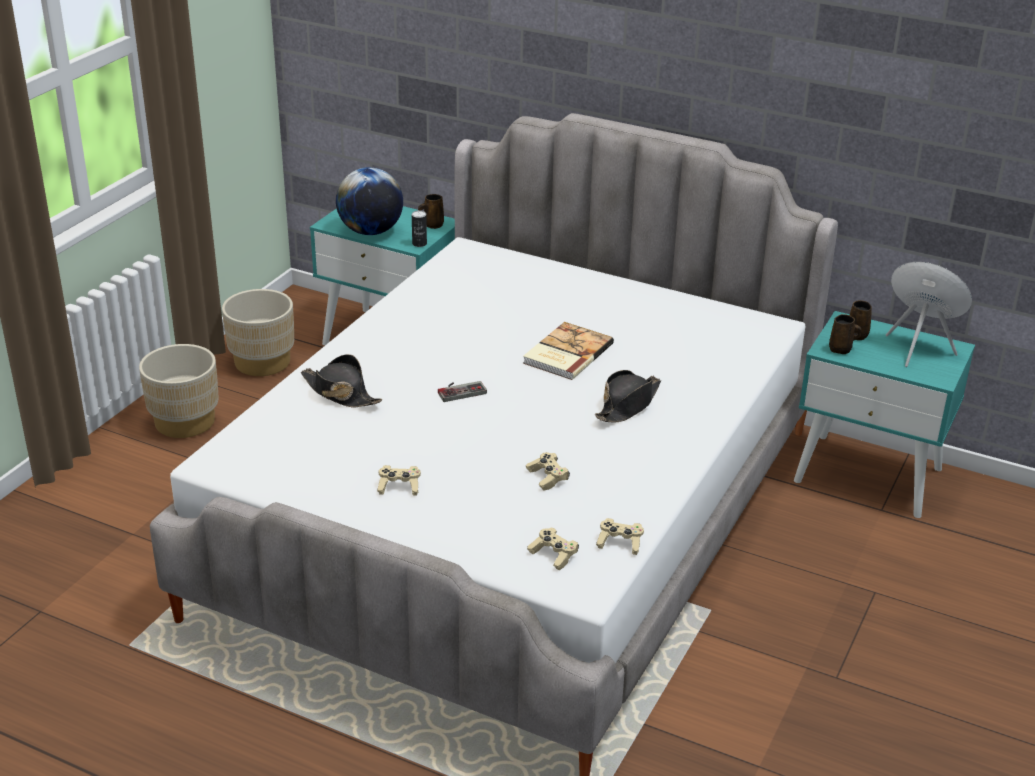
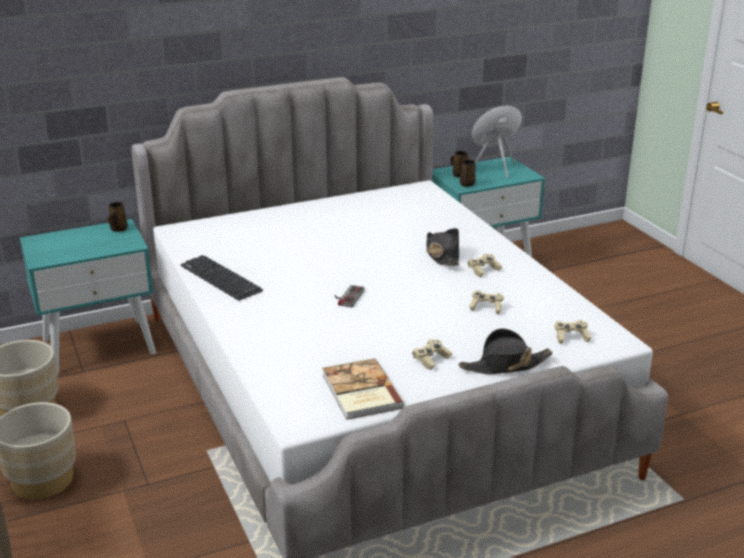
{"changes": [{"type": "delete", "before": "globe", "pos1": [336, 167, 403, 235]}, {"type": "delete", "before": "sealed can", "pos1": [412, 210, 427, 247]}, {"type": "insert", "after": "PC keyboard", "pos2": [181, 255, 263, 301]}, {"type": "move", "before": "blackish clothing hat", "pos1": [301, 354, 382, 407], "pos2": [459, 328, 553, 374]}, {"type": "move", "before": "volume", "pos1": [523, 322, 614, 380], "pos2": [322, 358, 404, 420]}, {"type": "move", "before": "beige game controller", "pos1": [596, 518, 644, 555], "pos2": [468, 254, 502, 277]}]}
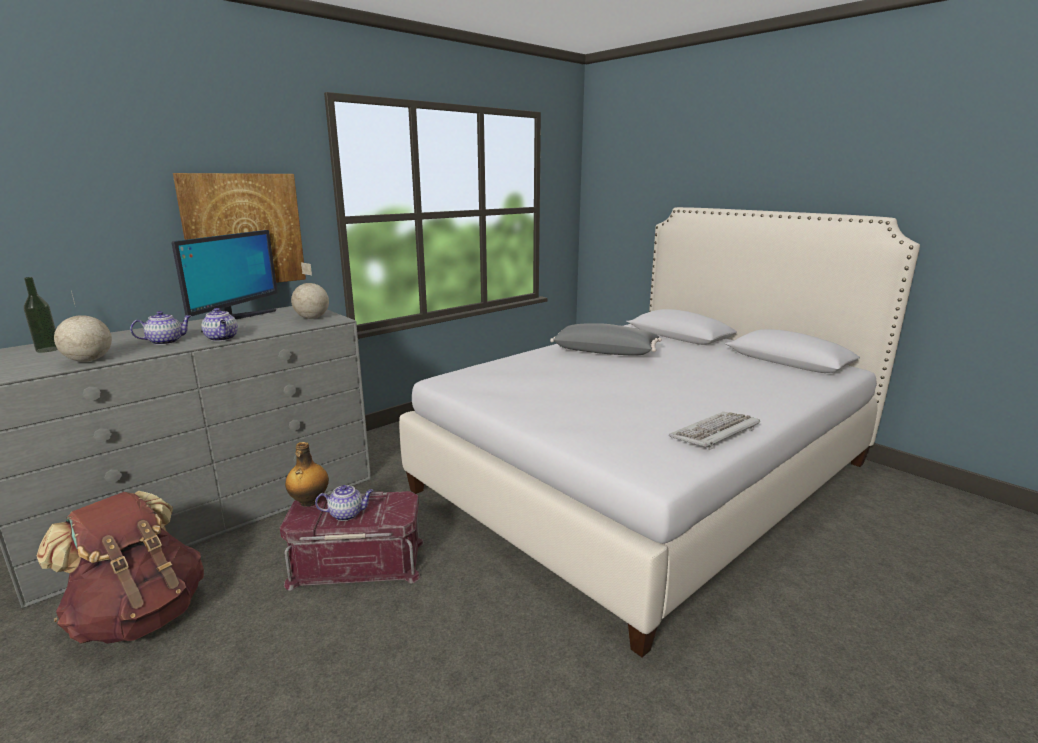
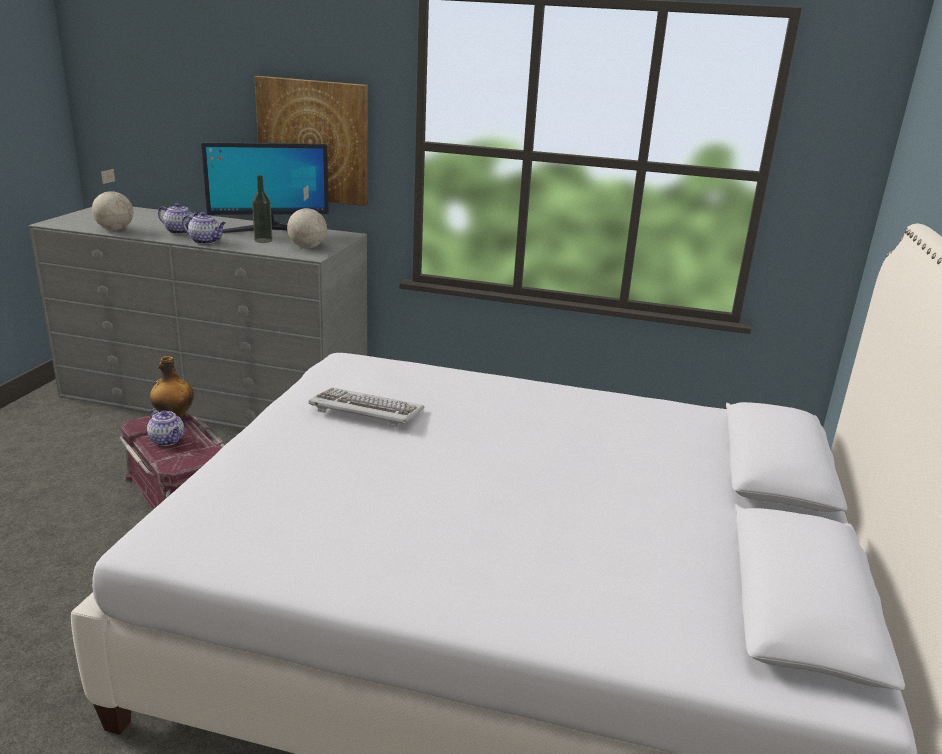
{"changes": [{"type": "delete", "before": "brown-coloured rucksack", "pos1": [36, 491, 204, 644]}, {"type": "delete", "before": "gray pillow", "pos1": [550, 323, 662, 355]}, {"type": "move", "before": "drink bottle", "pos1": [24, 277, 58, 353], "pos2": [252, 175, 273, 243]}, {"type": "move", "before": "PC keyboard", "pos1": [669, 412, 760, 450], "pos2": [308, 387, 425, 427]}, {"type": "rotate", "before": "tea pot", "pos1": [202, 308, 238, 341], "pos2": [182, 212, 226, 244], "turn": -90}]}
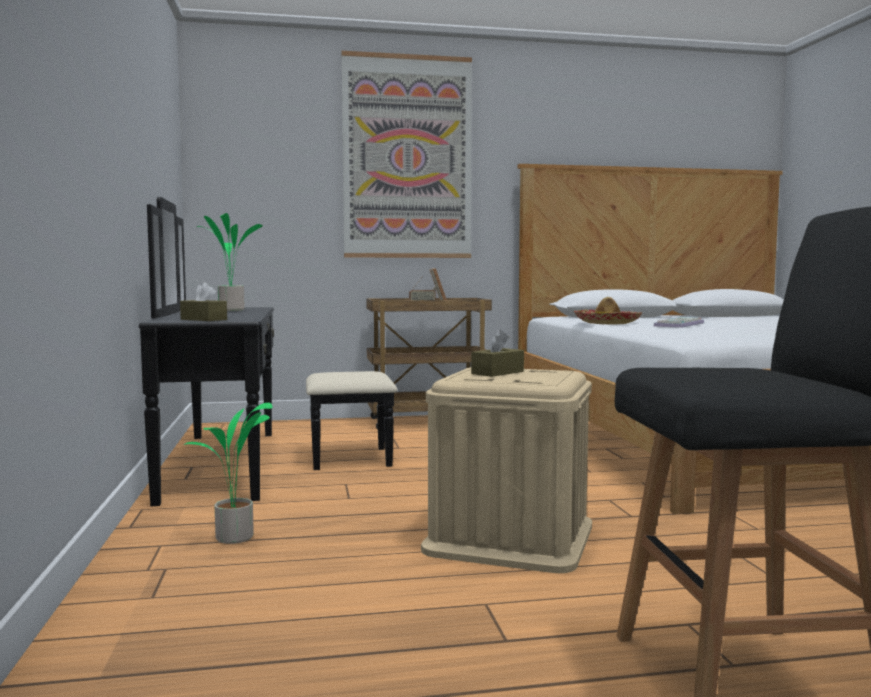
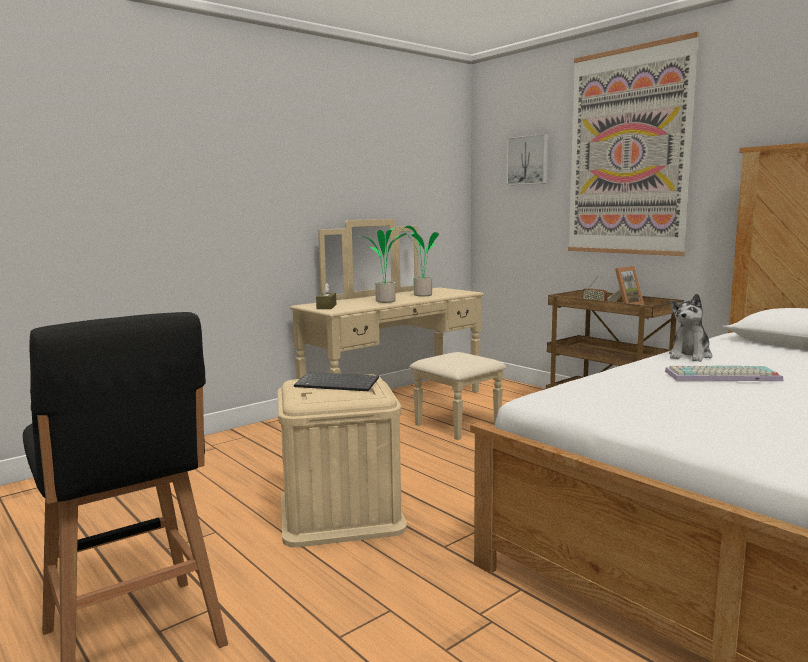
{"changes": [{"type": "insert", "after": "wall art", "pos2": [506, 133, 548, 185]}, {"type": "move", "before": "houseplant", "pos1": [183, 403, 273, 544], "pos2": [359, 227, 406, 303]}, {"type": "replace", "before": "brown-coloured tissue holder", "after": "PC keyboard", "pos1": [471, 330, 524, 377], "pos2": [294, 372, 379, 391]}, {"type": "replace", "before": "clothing hat", "after": "plush toy", "pos1": [574, 297, 643, 325], "pos2": [669, 294, 712, 362]}, {"type": "recolor", "before": "blackish dresser", "after": "beige dresser", "pos1": [139, 197, 397, 506], "pos2": [290, 219, 506, 440]}]}
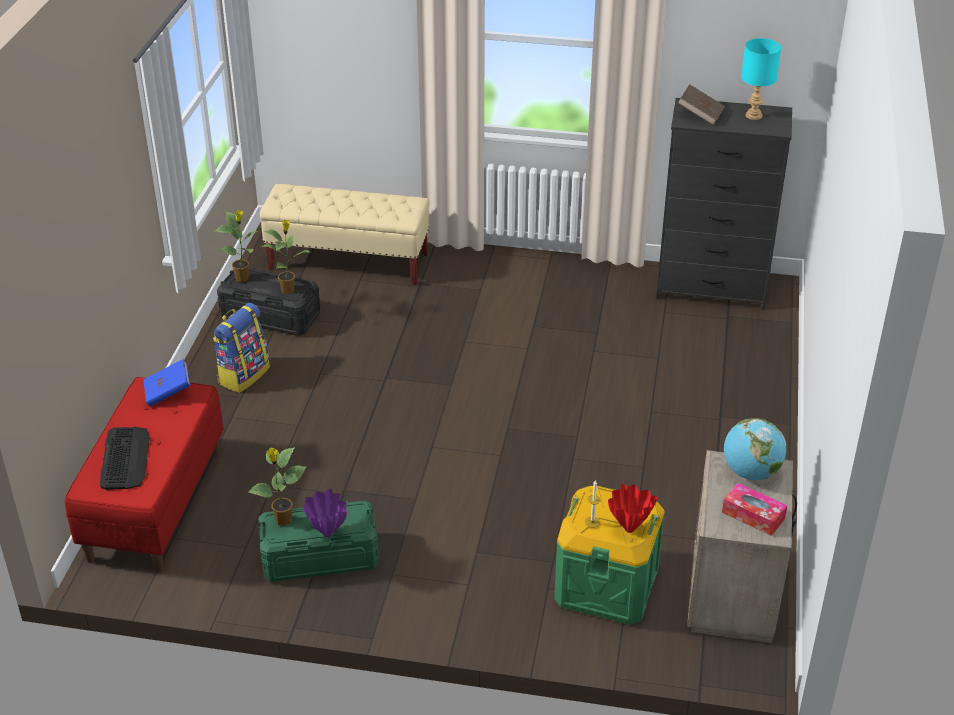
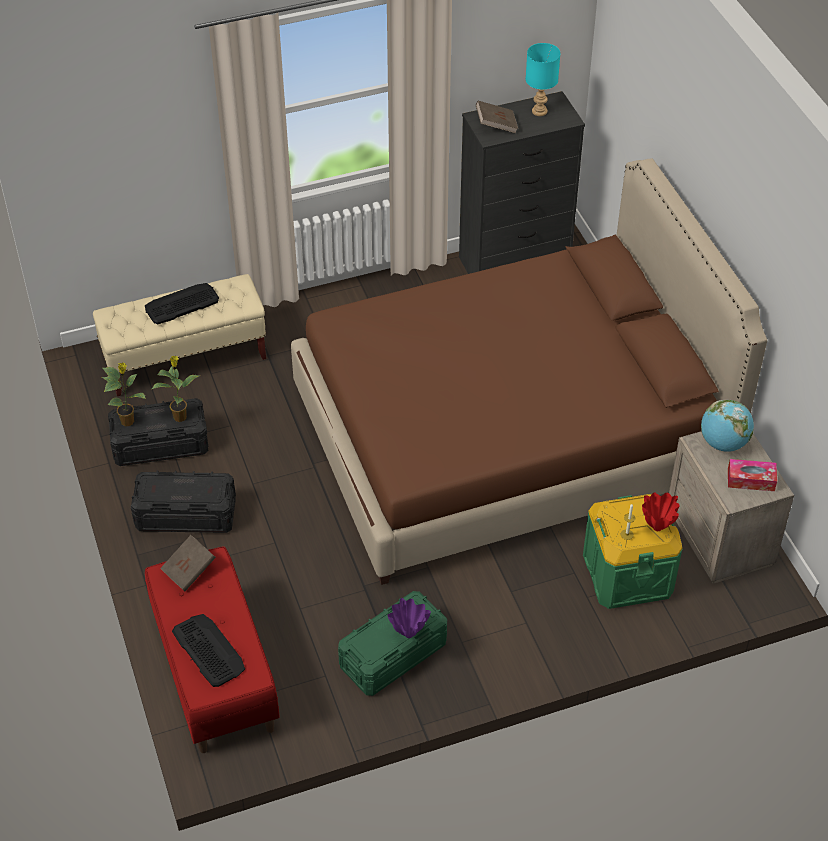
{"changes": [{"type": "delete", "before": "houseplant", "pos1": [248, 447, 306, 526]}, {"type": "insert", "after": "PC keyboard", "pos2": [145, 283, 219, 325]}, {"type": "insert", "after": "brown-coloured sleeping bed", "pos2": [291, 158, 767, 585]}, {"type": "replace", "before": "rucksack", "after": "blackish storage container", "pos1": [213, 303, 270, 393], "pos2": [131, 471, 236, 533]}, {"type": "recolor", "before": "bluish volume", "after": "brown-coloured volume", "pos1": [144, 359, 191, 406], "pos2": [160, 535, 216, 591]}]}
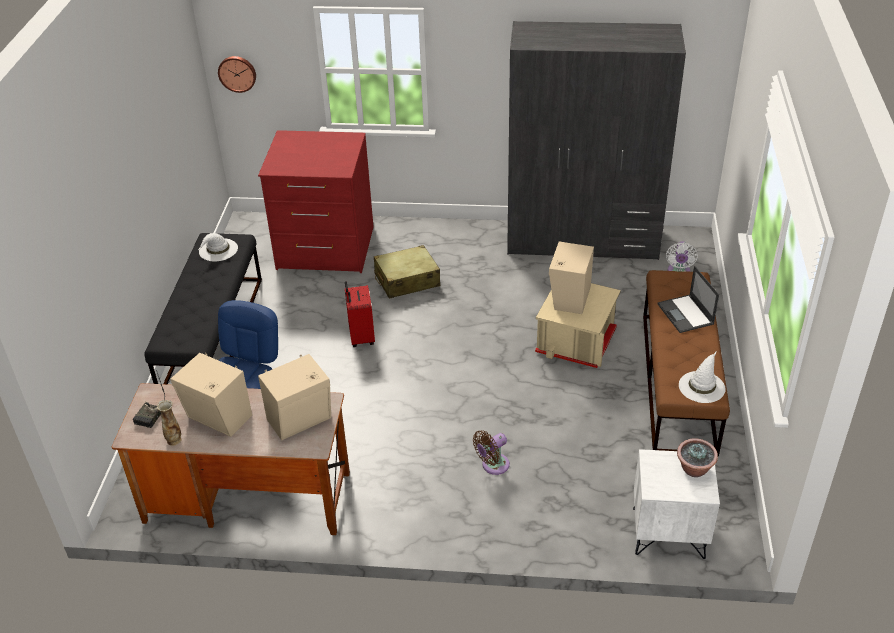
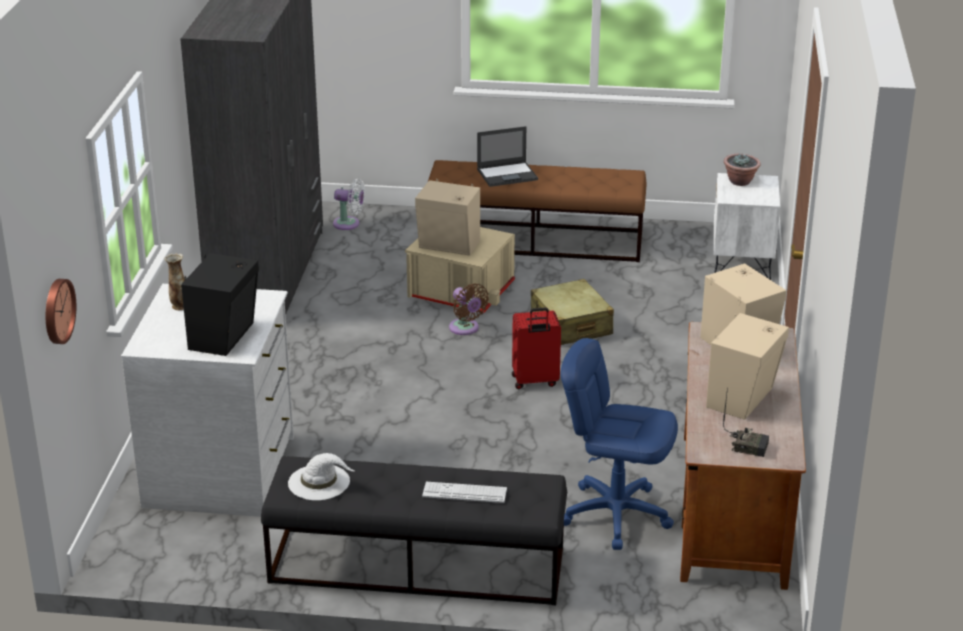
{"changes": [{"type": "delete", "before": "white clothing hat", "pos1": [679, 352, 726, 403]}, {"type": "insert", "after": "blackish speaker", "pos2": [181, 253, 259, 356]}, {"type": "insert", "after": "PC keyboard", "pos2": [422, 482, 507, 503]}, {"type": "move", "before": "vase", "pos1": [157, 400, 181, 446], "pos2": [164, 253, 185, 310]}, {"type": "move", "before": "reddish piece of luggage", "pos1": [345, 281, 375, 347], "pos2": [512, 308, 561, 389]}, {"type": "move", "before": "beige piece of luggage", "pos1": [374, 245, 440, 299], "pos2": [531, 279, 614, 345]}, {"type": "move", "before": "brown-coloured cooling fan", "pos1": [473, 430, 510, 475], "pos2": [449, 283, 489, 335]}, {"type": "recolor", "before": "reddish dresser", "after": "white dresser", "pos1": [258, 130, 374, 273], "pos2": [121, 284, 294, 517]}]}
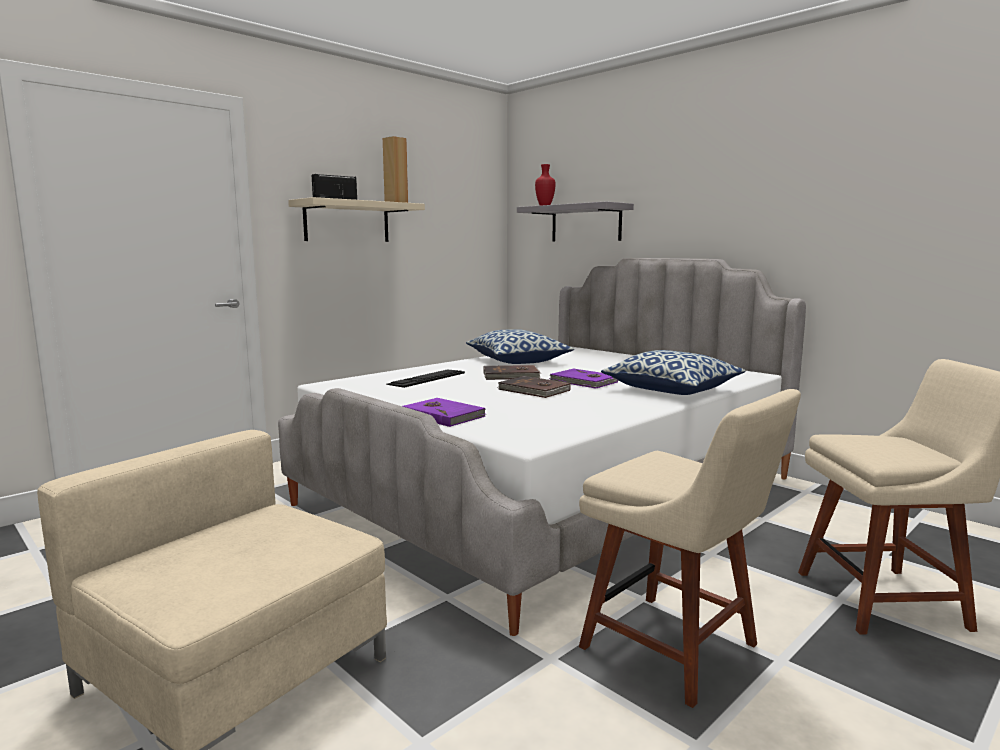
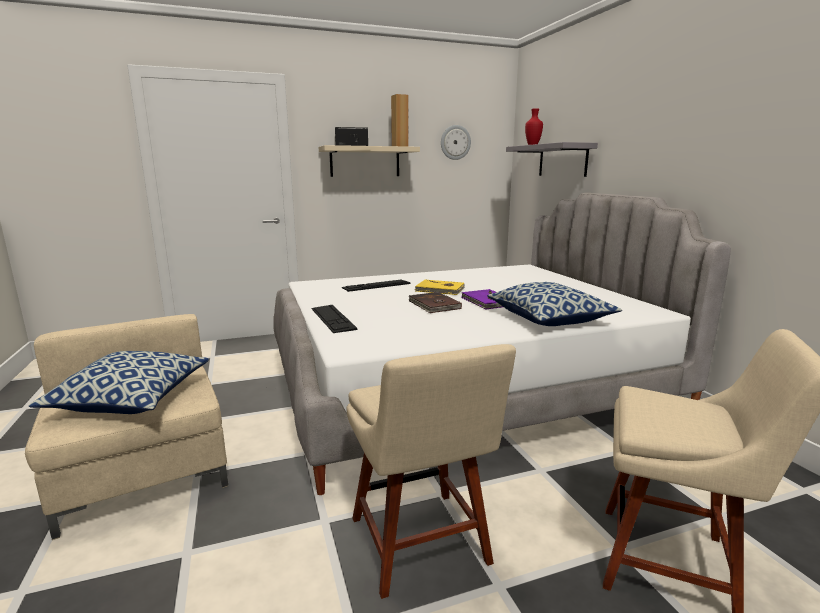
{"changes": [{"type": "insert", "after": "clock on the wall", "pos2": [441, 125, 471, 160]}, {"type": "move", "before": "pillow", "pos1": [466, 329, 574, 364], "pos2": [29, 351, 209, 414]}, {"type": "replace", "before": "purple volume", "after": "PC keyboard", "pos1": [402, 398, 486, 427], "pos2": [311, 305, 357, 333]}, {"type": "recolor", "before": "brown-coloured volume", "after": "yellow volume", "pos1": [483, 365, 541, 380], "pos2": [415, 280, 465, 295]}]}
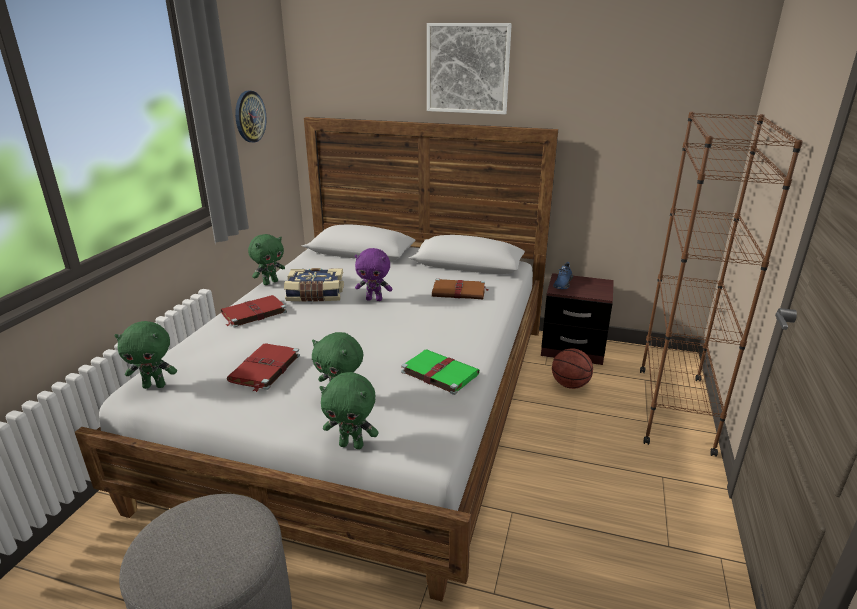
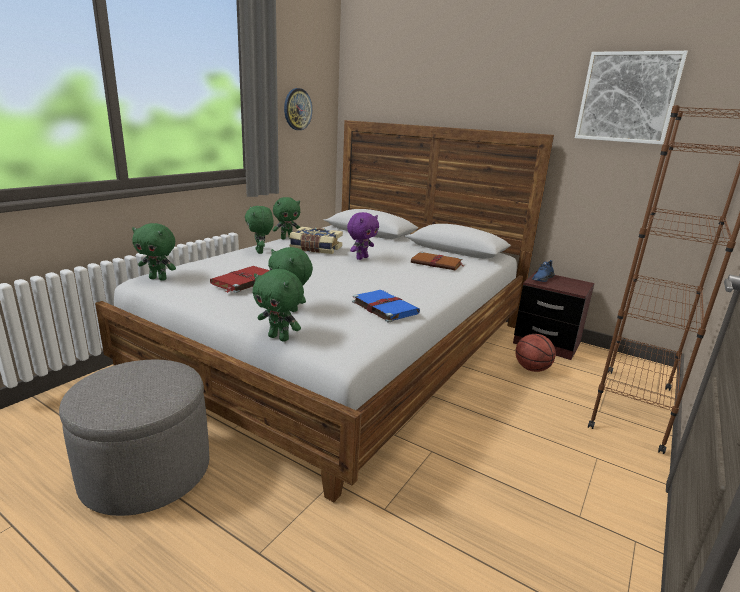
{"changes": [{"type": "move", "before": "wall art", "pos1": [427, 23, 512, 114], "pos2": [575, 51, 688, 145]}, {"type": "replace", "before": "reddish volume", "after": "green-coloured plush toy", "pos1": [221, 295, 287, 328], "pos2": [245, 206, 274, 254]}, {"type": "recolor", "before": "green-coloured volume", "after": "bluish volume", "pos1": [401, 349, 480, 395], "pos2": [352, 290, 420, 323]}, {"type": "rotate", "before": "purple plush toy", "pos1": [355, 248, 392, 301], "pos2": [347, 212, 379, 260], "turn": -75}]}
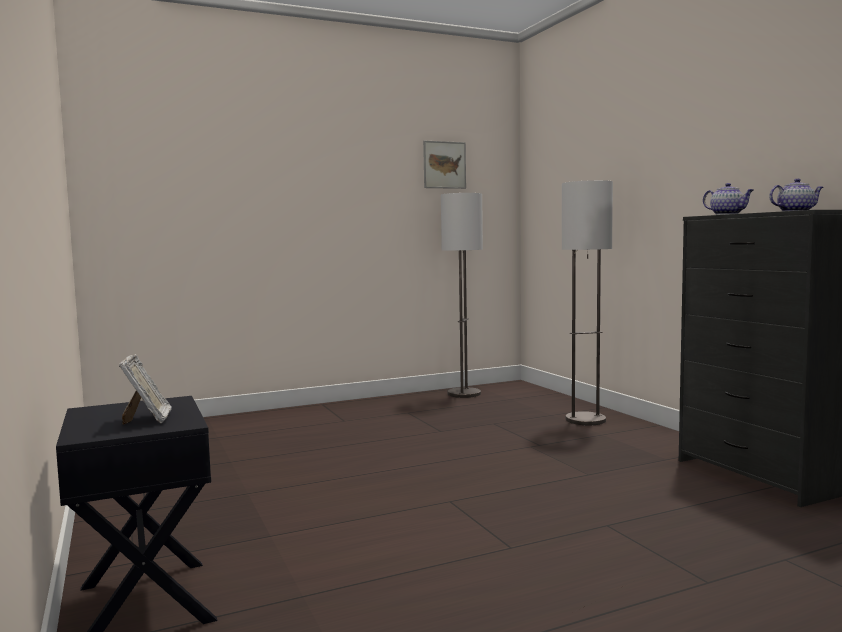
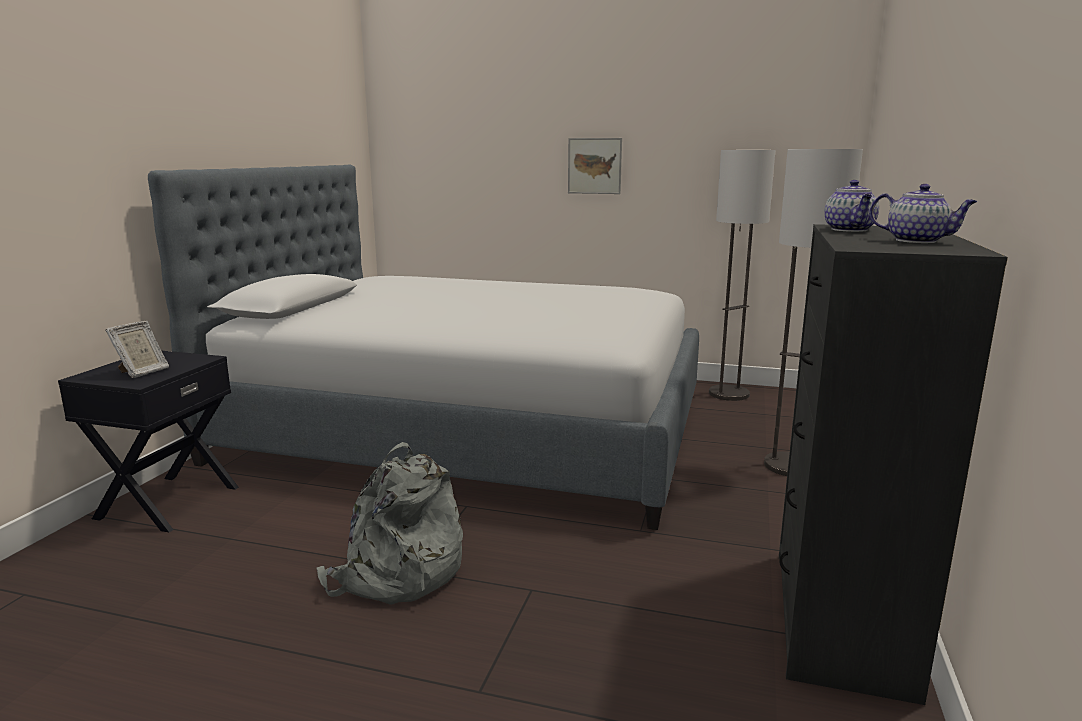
{"changes": [{"type": "insert", "after": "sleeping bed", "pos2": [148, 165, 699, 530]}, {"type": "insert", "after": "gray rucksack", "pos2": [316, 442, 463, 605]}, {"type": "move", "before": "wall art", "pos1": [423, 141, 466, 189], "pos2": [568, 138, 622, 194]}]}
